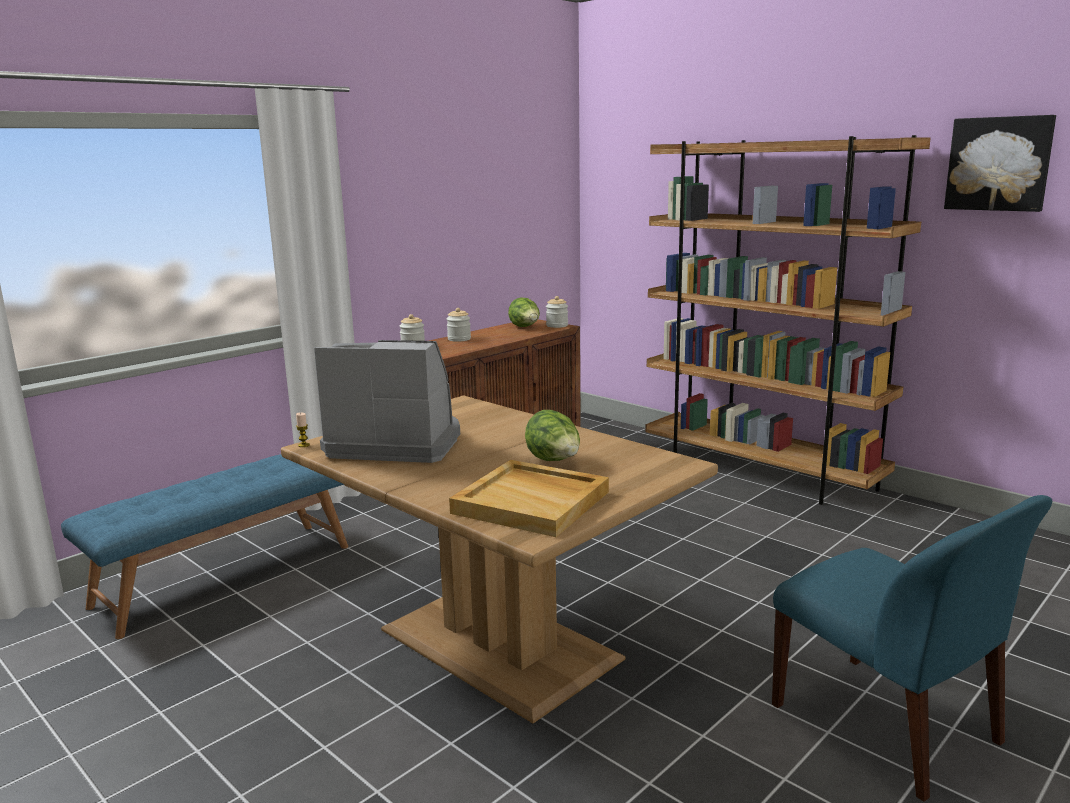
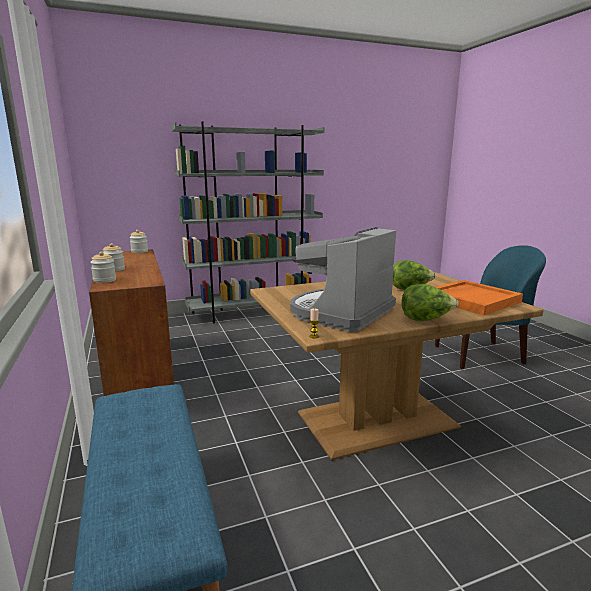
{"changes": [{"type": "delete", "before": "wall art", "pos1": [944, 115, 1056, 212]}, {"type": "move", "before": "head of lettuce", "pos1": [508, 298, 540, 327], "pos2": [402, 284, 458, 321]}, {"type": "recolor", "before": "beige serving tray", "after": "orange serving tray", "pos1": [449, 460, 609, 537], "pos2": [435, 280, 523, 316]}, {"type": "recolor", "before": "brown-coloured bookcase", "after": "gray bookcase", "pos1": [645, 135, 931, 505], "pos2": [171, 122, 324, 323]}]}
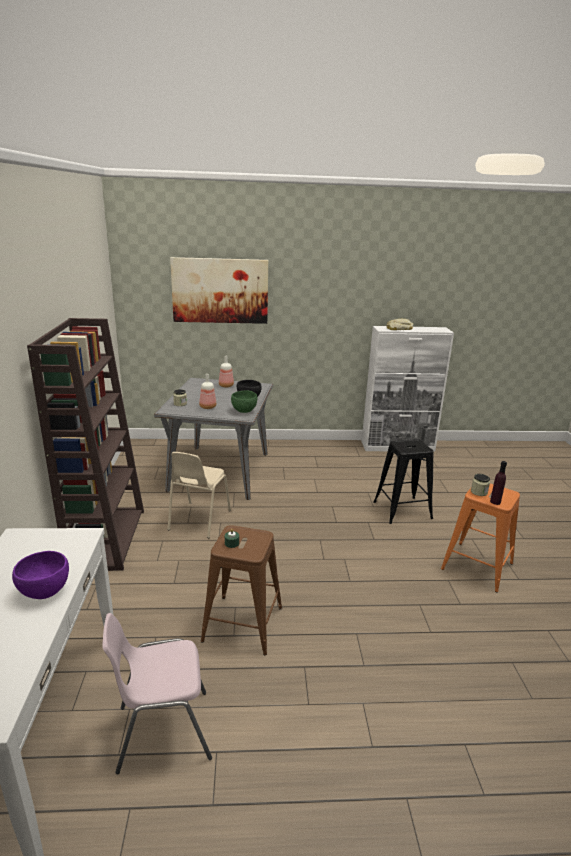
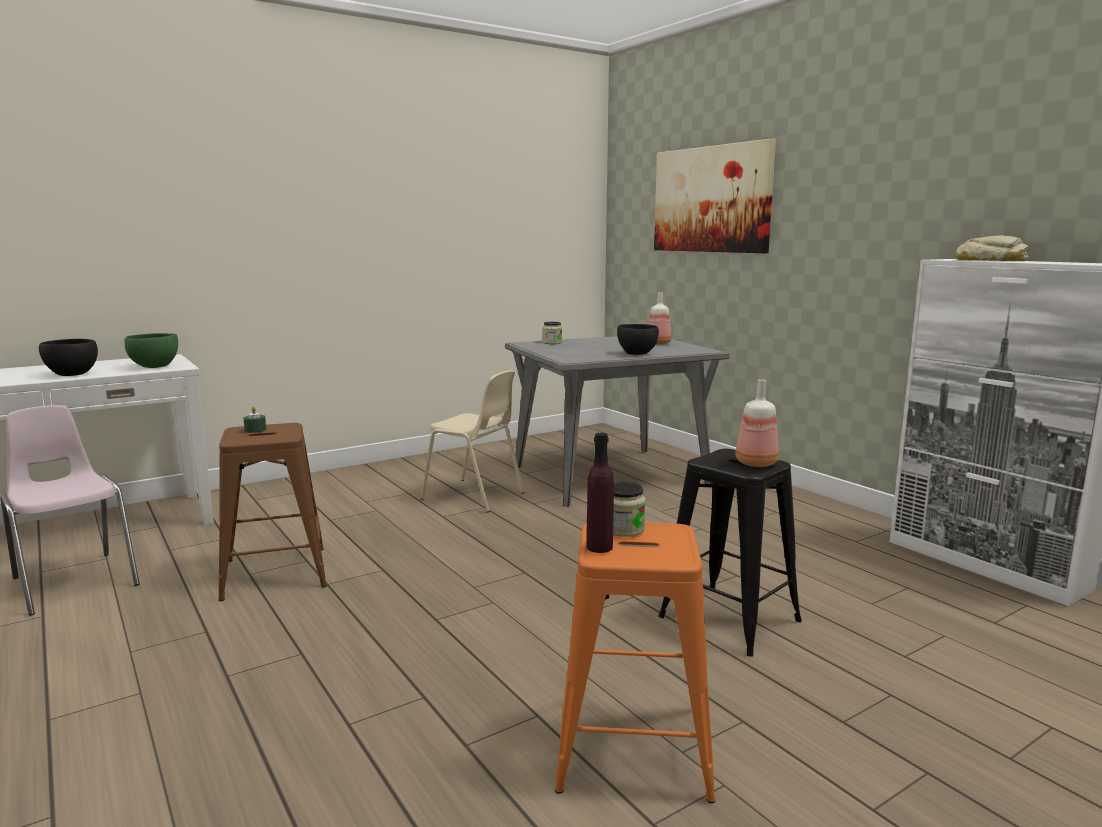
{"changes": [{"type": "delete", "before": "brown-coloured bookcase", "pos1": [27, 318, 144, 571]}, {"type": "move", "before": "drink bottle", "pos1": [199, 374, 216, 409], "pos2": [735, 379, 779, 467]}, {"type": "move", "before": "green-coloured serving bowl", "pos1": [231, 390, 257, 413], "pos2": [124, 333, 178, 368]}, {"type": "recolor", "before": "purple serving bowl", "after": "blackish serving bowl", "pos1": [12, 551, 69, 599], "pos2": [39, 339, 98, 376]}, {"type": "rotate", "before": "beige chair", "pos1": [168, 452, 231, 538], "pos2": [421, 370, 524, 513], "turn": -135}]}
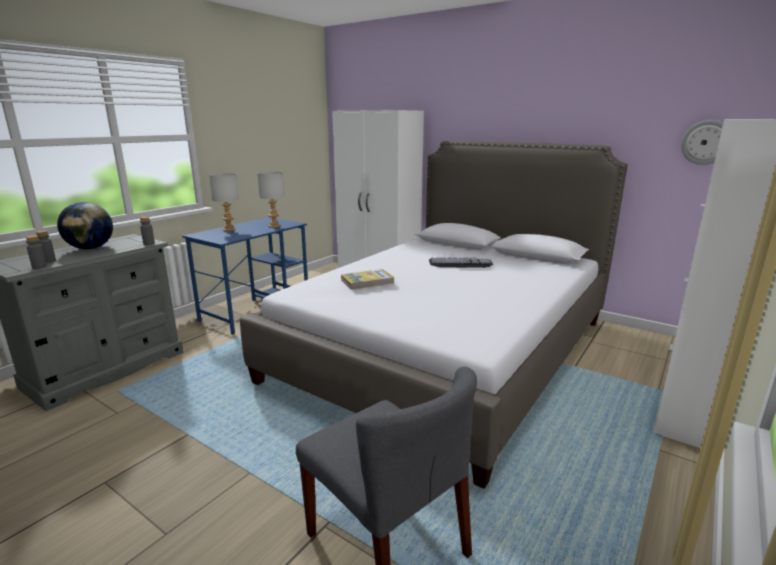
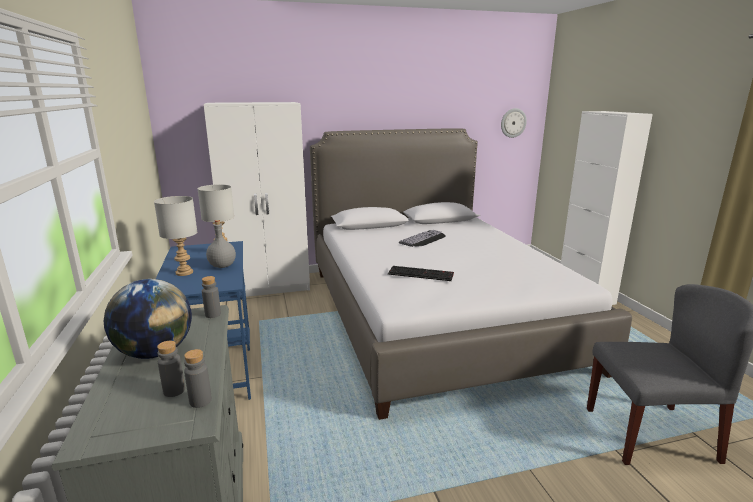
{"changes": [{"type": "insert", "after": "gray drink bottle", "pos2": [206, 220, 236, 268]}, {"type": "replace", "before": "volume", "after": "PC keyboard", "pos1": [341, 269, 395, 290], "pos2": [388, 266, 454, 281]}]}
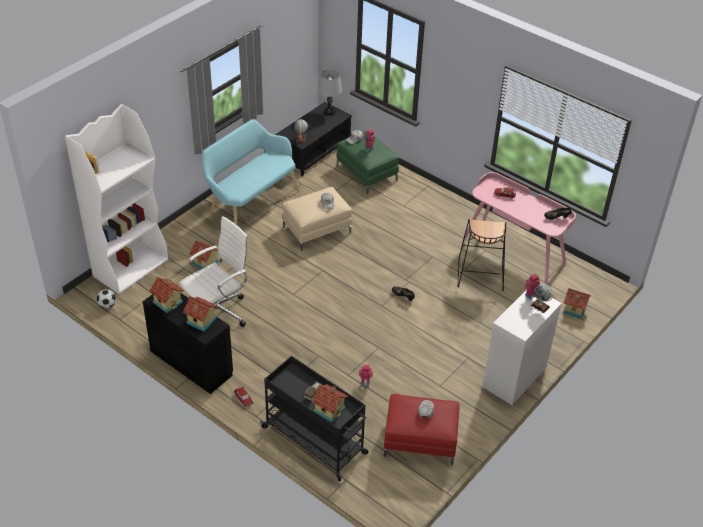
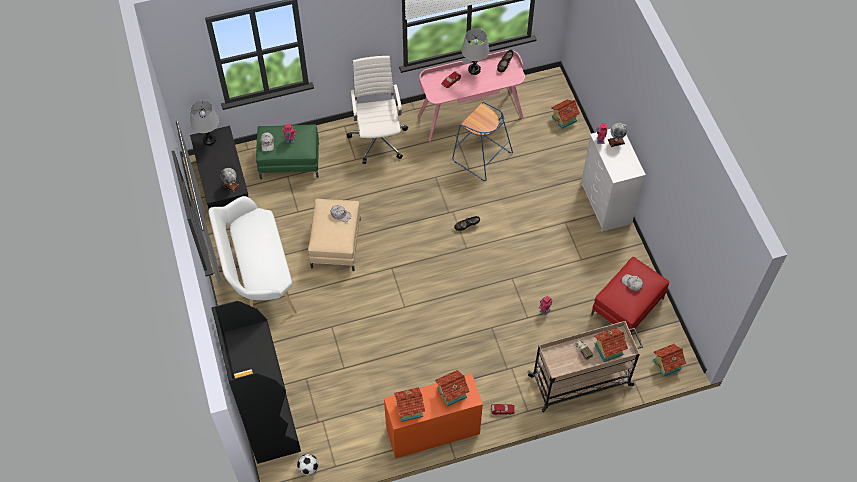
{"changes": [{"type": "insert", "after": "gray tabletop lamp", "pos2": [461, 29, 490, 75]}, {"type": "move", "before": "white desk chair", "pos1": [180, 216, 249, 327], "pos2": [347, 56, 408, 164]}, {"type": "move", "before": "model house", "pos1": [189, 240, 218, 269], "pos2": [653, 344, 686, 377]}, {"type": "recolor", "before": "white bookcase", "after": "blackish bookcase", "pos1": [65, 104, 168, 294], "pos2": [212, 301, 301, 464]}, {"type": "recolor", "before": "blackish desk", "after": "orange desk", "pos1": [143, 293, 233, 394], "pos2": [384, 374, 483, 459]}, {"type": "recolor", "before": "turquoise indoor bench", "after": "white indoor bench", "pos1": [202, 120, 299, 225], "pos2": [209, 196, 297, 314]}, {"type": "recolor", "before": "blackish trolley", "after": "beige trolley", "pos1": [260, 356, 368, 481], "pos2": [527, 321, 643, 413]}, {"type": "recolor", "before": "blackish stool", "after": "bluish stool", "pos1": [457, 219, 506, 291], "pos2": [452, 102, 513, 181]}]}
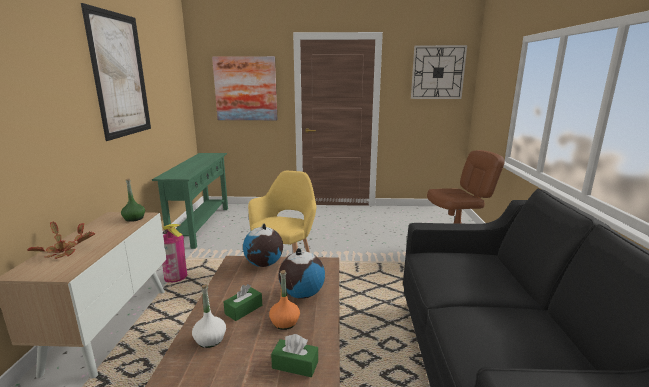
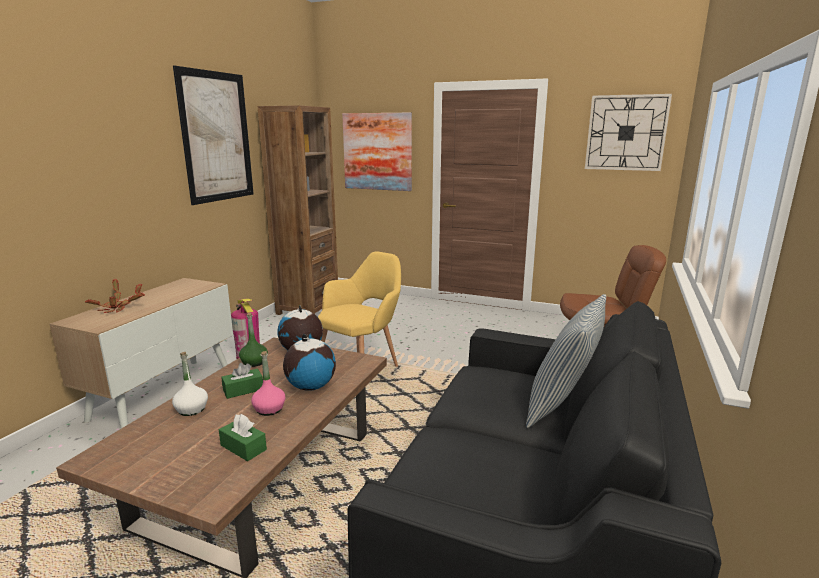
{"changes": [{"type": "insert", "after": "pillow", "pos2": [526, 294, 606, 428]}, {"type": "move", "before": "green-coloured drink bottle", "pos1": [121, 179, 145, 222], "pos2": [239, 313, 268, 367]}, {"type": "replace", "before": "green-coloured console table", "after": "brown-coloured bookcase", "pos1": [152, 153, 228, 249], "pos2": [258, 105, 338, 315]}, {"type": "recolor", "before": "orange drink bottle", "after": "pink drink bottle", "pos1": [269, 270, 300, 330], "pos2": [251, 351, 286, 416]}]}
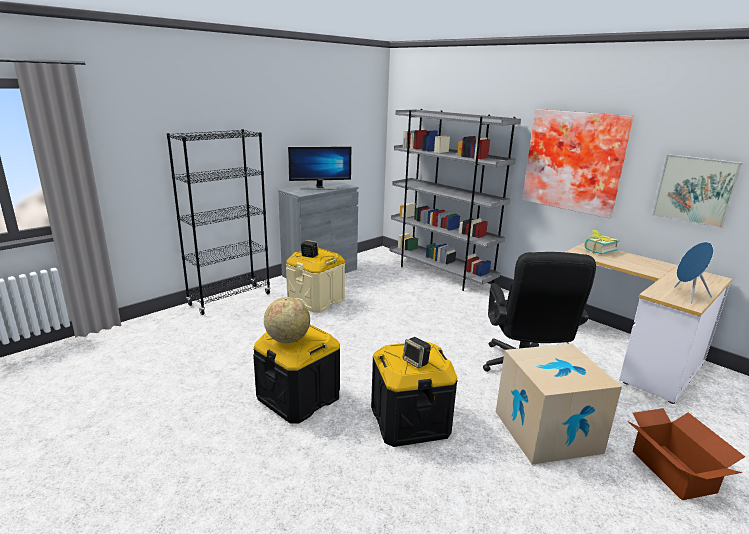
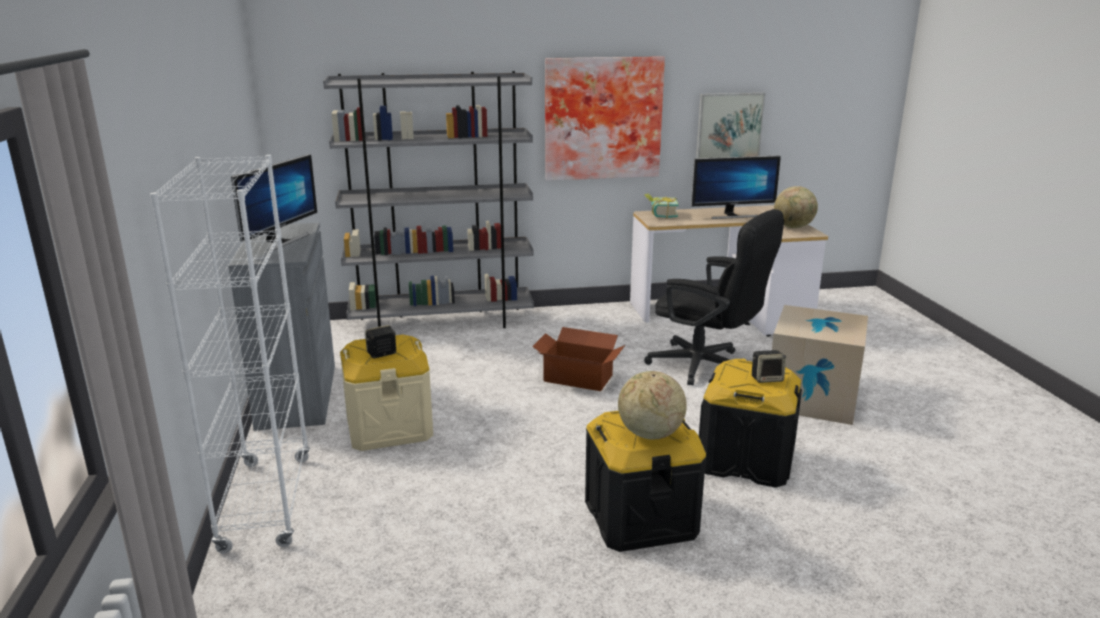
{"changes": [{"type": "insert", "after": "monitor", "pos2": [691, 156, 781, 219]}, {"type": "move", "before": "packing box", "pos1": [629, 408, 745, 500], "pos2": [532, 327, 625, 391]}, {"type": "replace", "before": "bluish speaker", "after": "globe", "pos1": [674, 242, 714, 303], "pos2": [774, 186, 818, 228]}, {"type": "recolor", "before": "blackish bookcase", "after": "white bookcase", "pos1": [167, 129, 271, 315], "pos2": [150, 155, 310, 553]}]}
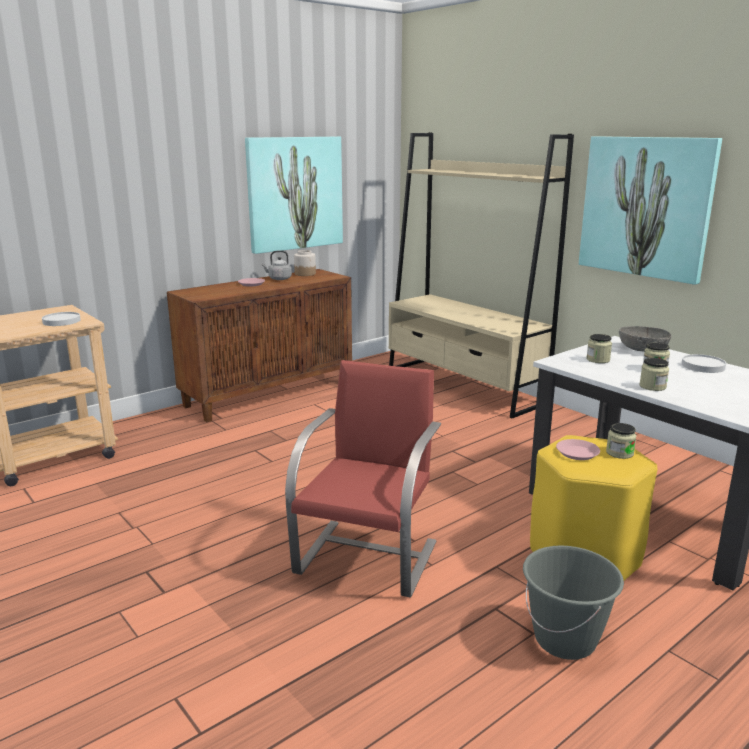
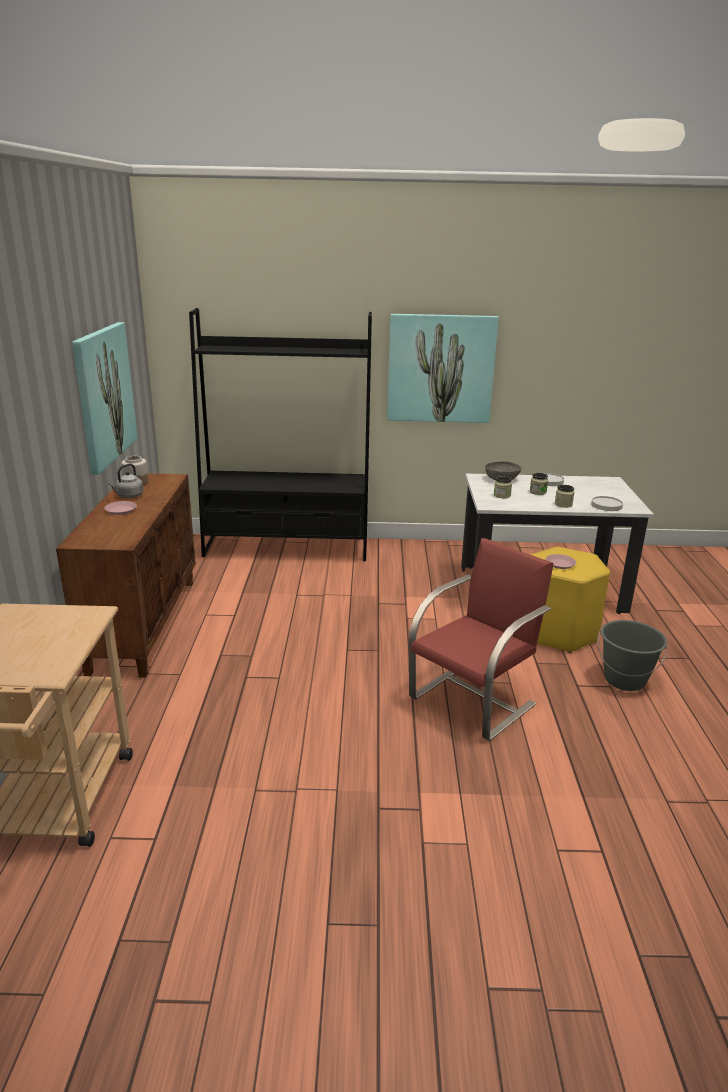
{"changes": [{"type": "delete", "before": "preserve jar", "pos1": [606, 423, 636, 459]}, {"type": "move", "before": "white dinner plate", "pos1": [42, 312, 81, 326], "pos2": [591, 496, 623, 511]}, {"type": "recolor", "before": "beige bookcase", "after": "blackish bookcase", "pos1": [389, 132, 574, 418], "pos2": [189, 308, 372, 561]}, {"type": "rotate", "before": "reddish chair", "pos1": [285, 360, 441, 598], "pos2": [409, 538, 554, 741], "turn": 75}]}
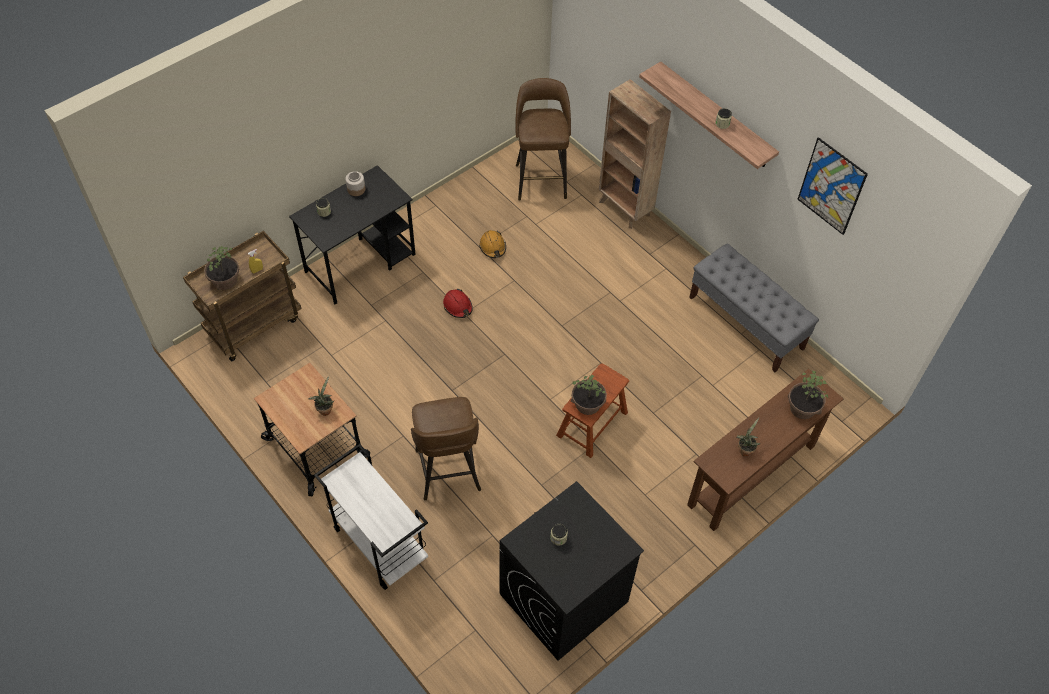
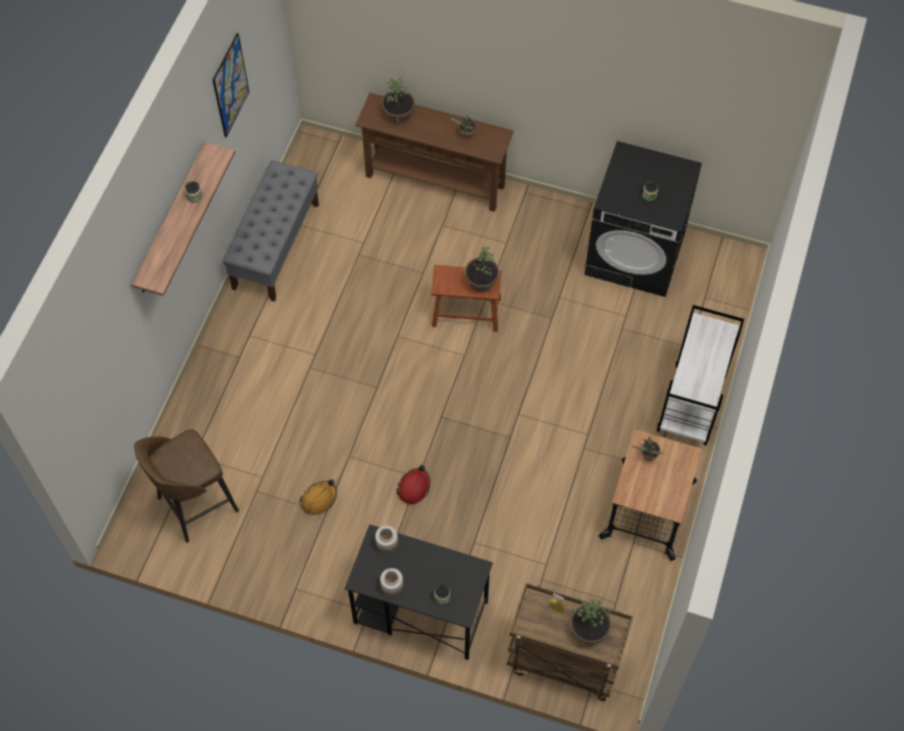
{"changes": [{"type": "delete", "before": "brown-coloured stool", "pos1": [411, 397, 481, 500]}, {"type": "delete", "before": "brown-coloured bookcase", "pos1": [599, 79, 671, 229]}, {"type": "insert", "after": "preserve jar", "pos2": [375, 526, 398, 554]}]}
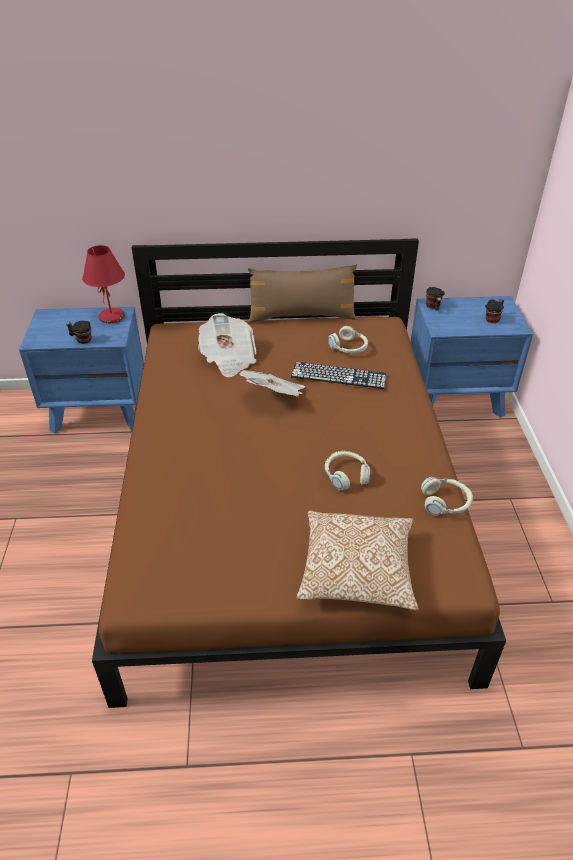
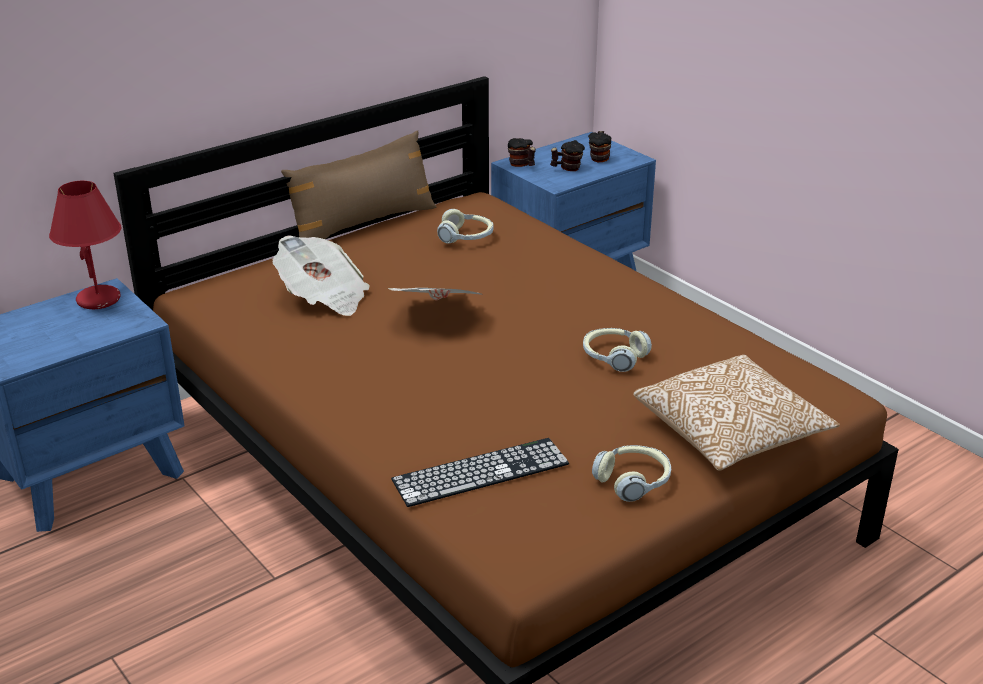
{"changes": [{"type": "move", "before": "mug", "pos1": [66, 321, 92, 344], "pos2": [550, 140, 585, 171]}, {"type": "move", "before": "PC keyboard", "pos1": [291, 362, 387, 389], "pos2": [391, 438, 569, 507]}, {"type": "move", "before": "headphones", "pos1": [421, 477, 473, 515], "pos2": [592, 445, 671, 502]}]}
